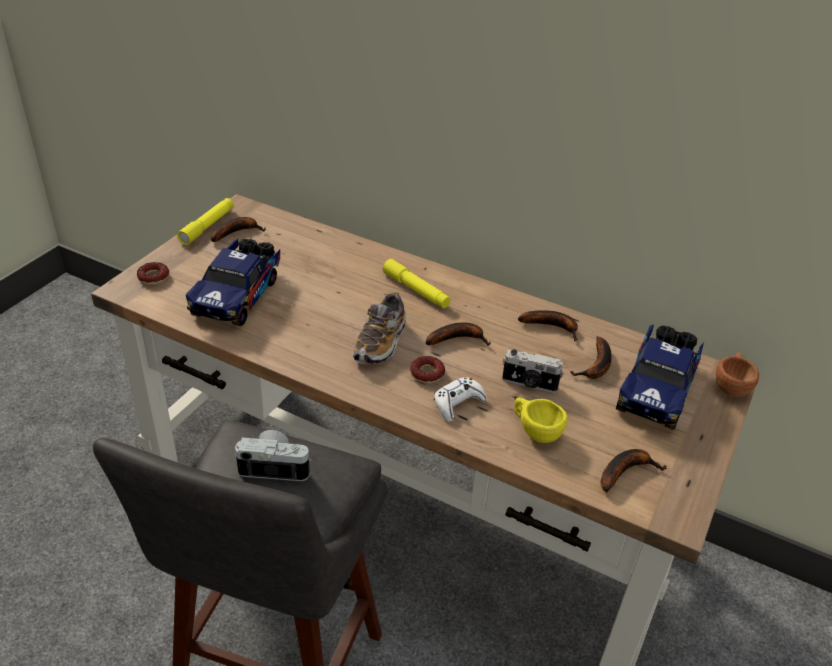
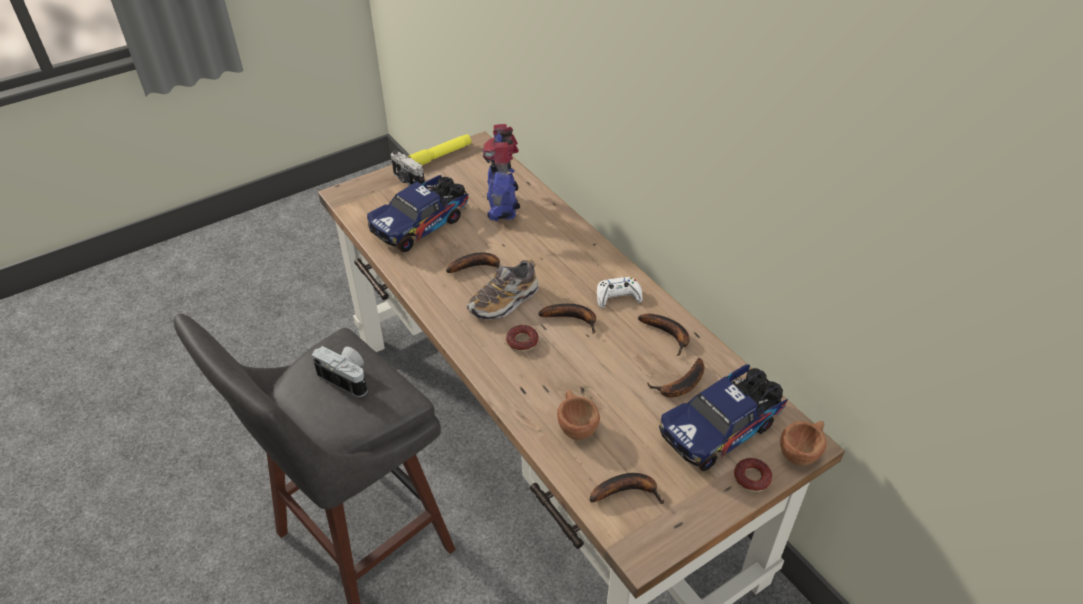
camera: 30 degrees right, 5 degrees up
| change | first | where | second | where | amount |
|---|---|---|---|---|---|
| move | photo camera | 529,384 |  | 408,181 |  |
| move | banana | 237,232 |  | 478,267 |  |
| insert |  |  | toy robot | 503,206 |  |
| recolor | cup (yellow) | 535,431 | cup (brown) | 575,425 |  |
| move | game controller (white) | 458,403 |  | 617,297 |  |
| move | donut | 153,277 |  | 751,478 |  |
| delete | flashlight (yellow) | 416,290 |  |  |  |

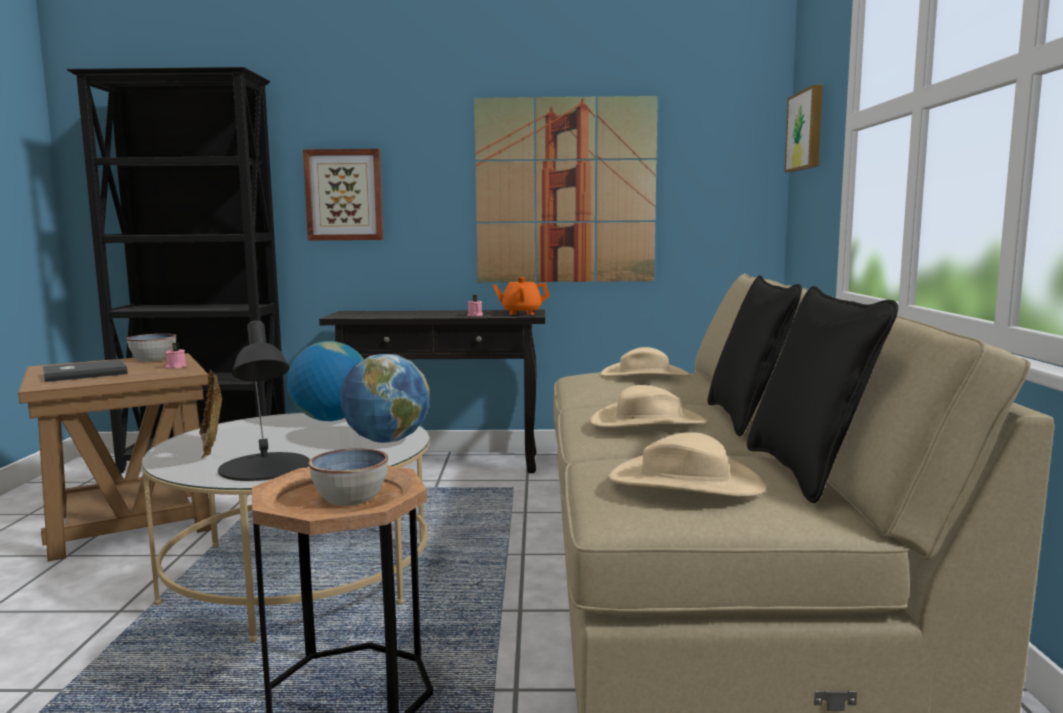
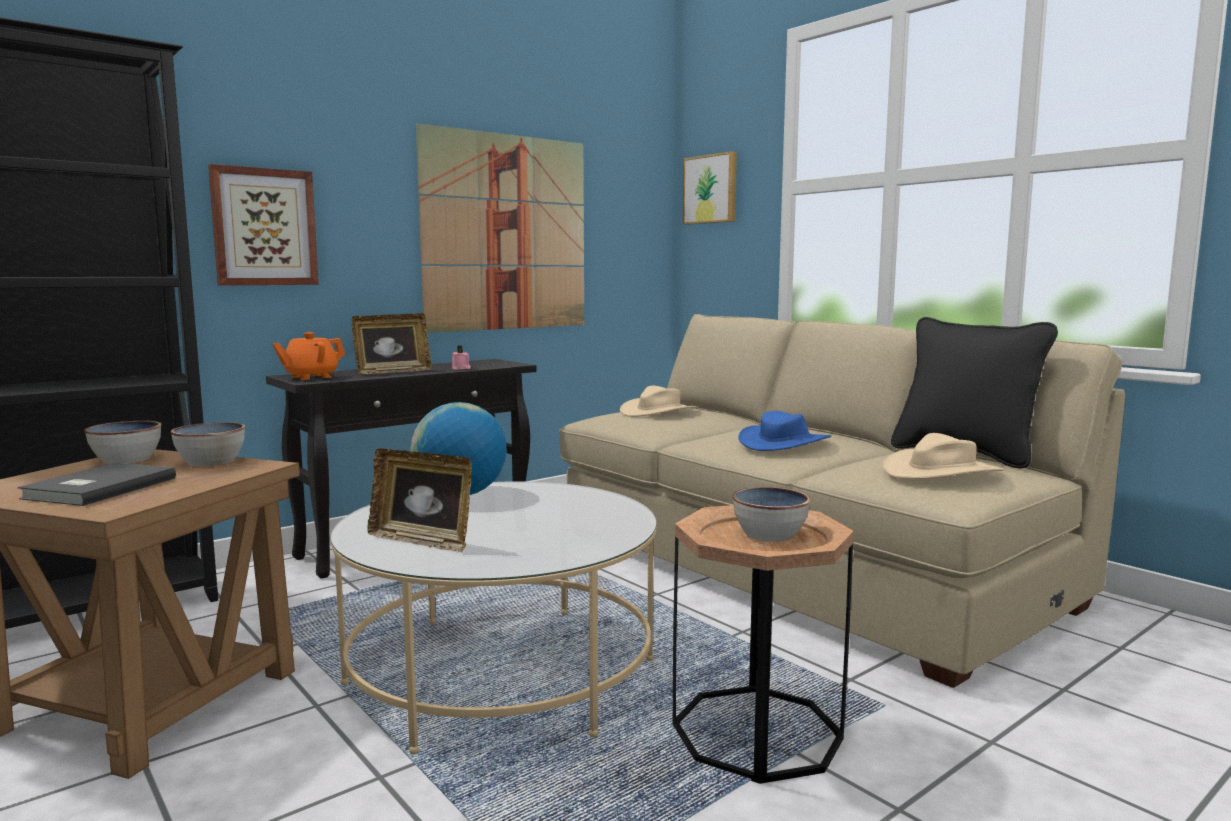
camera: 40 degrees left, 0 degrees up
| change | first | where | second | where | amount |
|---|---|---|---|---|---|
| replace | candle (pink) | 175,367 | bowl | 211,462 |  |
| move | teapot (orange) | 521,313 |  | 311,377 |  |
| insert |  |  | picture frame | 393,372 |  |
| recolor | hat (beige) | 648,422 | hat (blue) | 784,443 |  |
| delete | table lamp (black) | 264,467 |  |  |  |
| delete | globe | 386,441 |  |  |  |
| delete | pillow (black) | 747,419 |  |  |  |

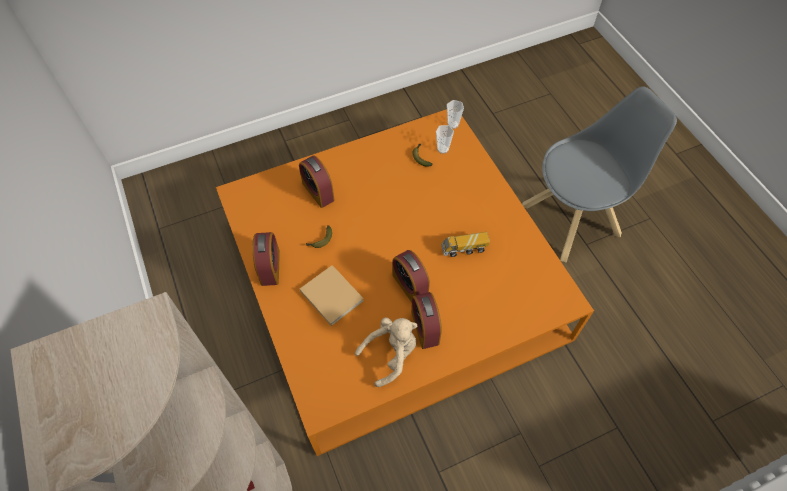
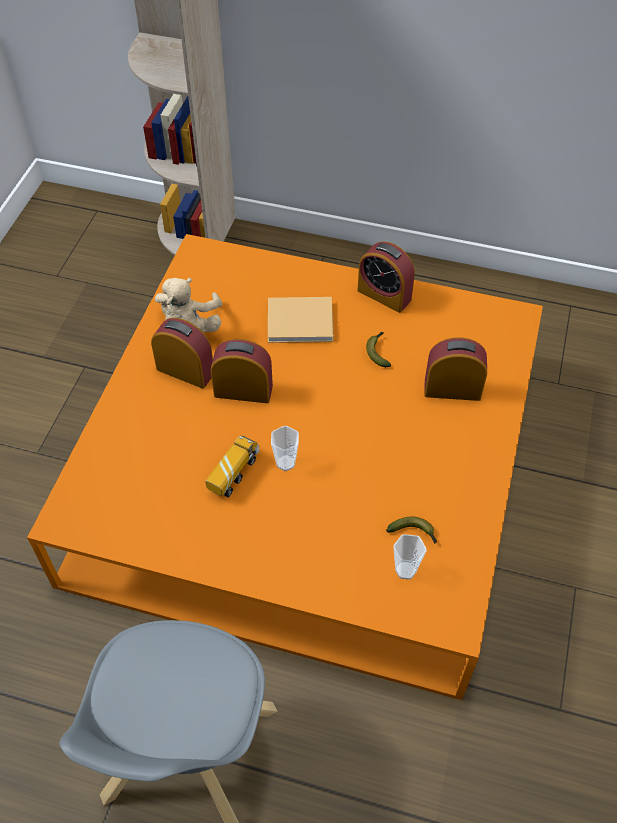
camera: 130 degrees right, 5 degrees down
| change | first | where | second | where | amount |
|---|---|---|---|---|---|
| move | cup | 453,124 |  | 285,463 |  |

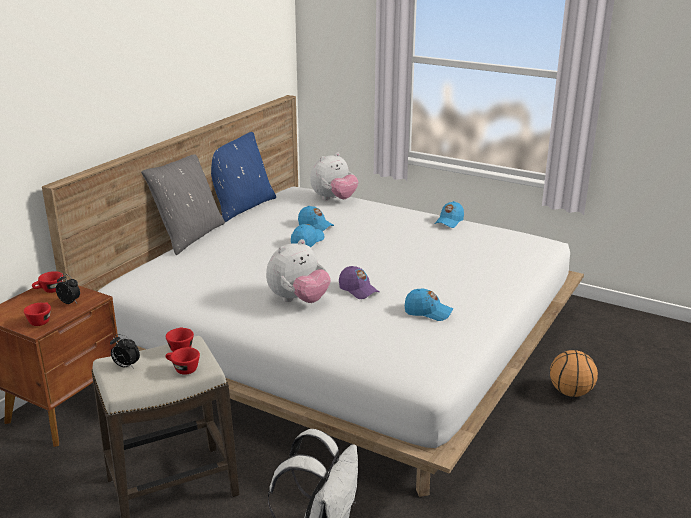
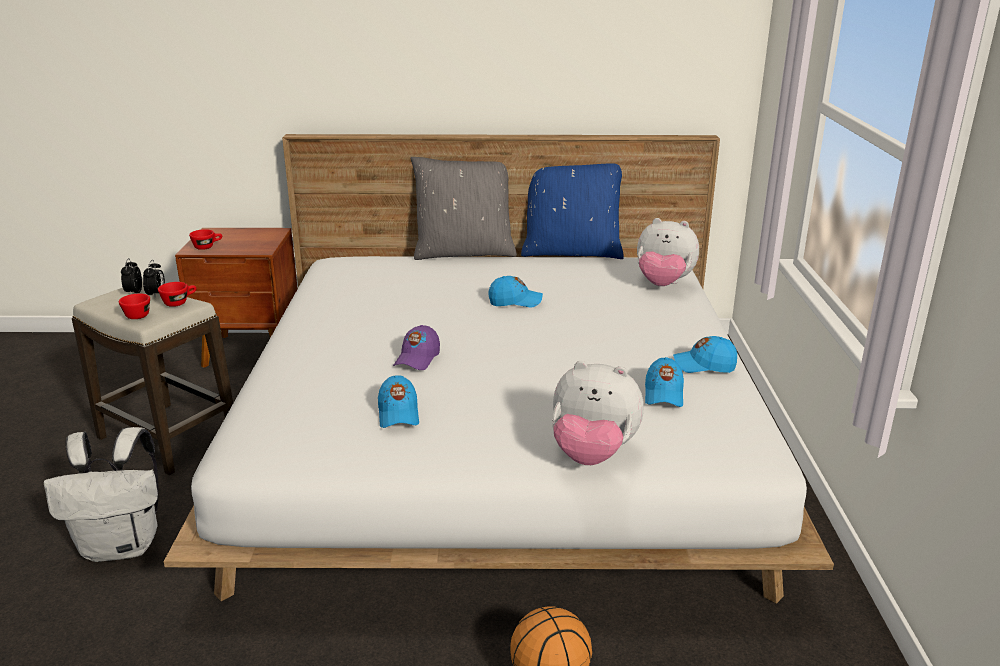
camera: 60 degrees right, 0 degrees up
| change | first | where | second | where | amount |
|---|---|---|---|---|---|
| move | alarm clock | 70,302 |  | 156,294 |  |
| move | plush toy | 298,300 |  | 592,454 |  |
| move | cap (blue) | 315,226 |  | 663,394 |  |
| delete | cup (red) | 49,291 |  |  |  |

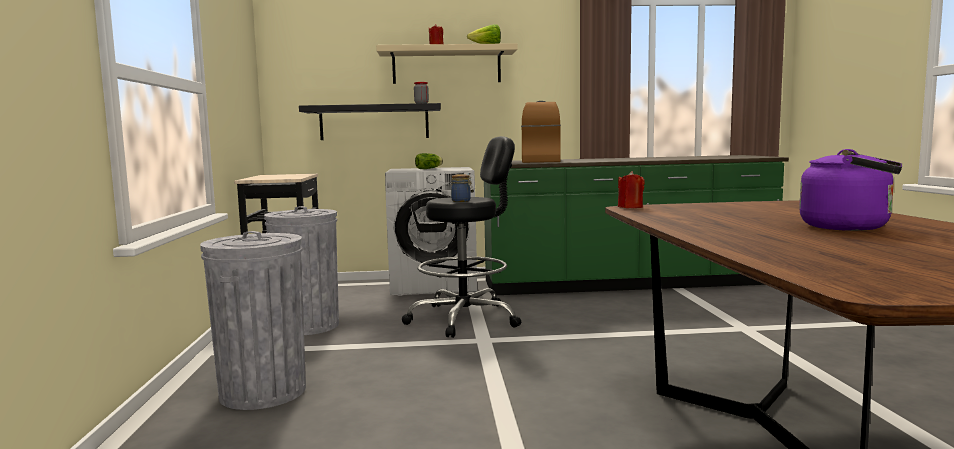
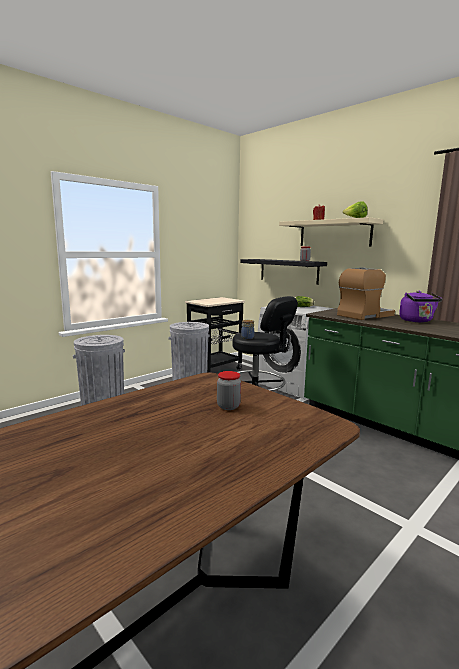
camera: 50 degrees right, 5 degrees up
| change | first | where | second | where | amount |
|---|---|---|---|---|---|
| insert |  |  | jar | 228,406 |  |
| move | kettle (purple) | 850,227 |  | 417,321 |  |
| delete | candle (red) | 630,207 |  |  |  |

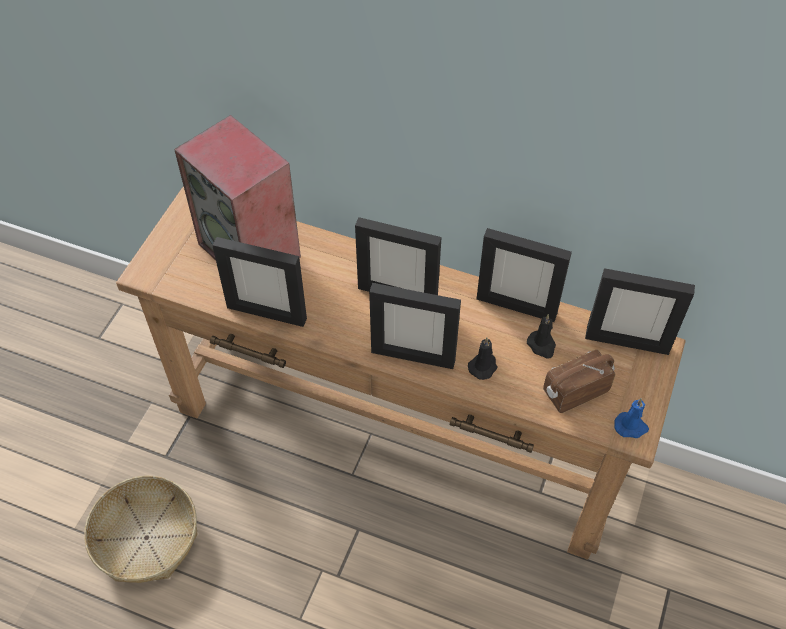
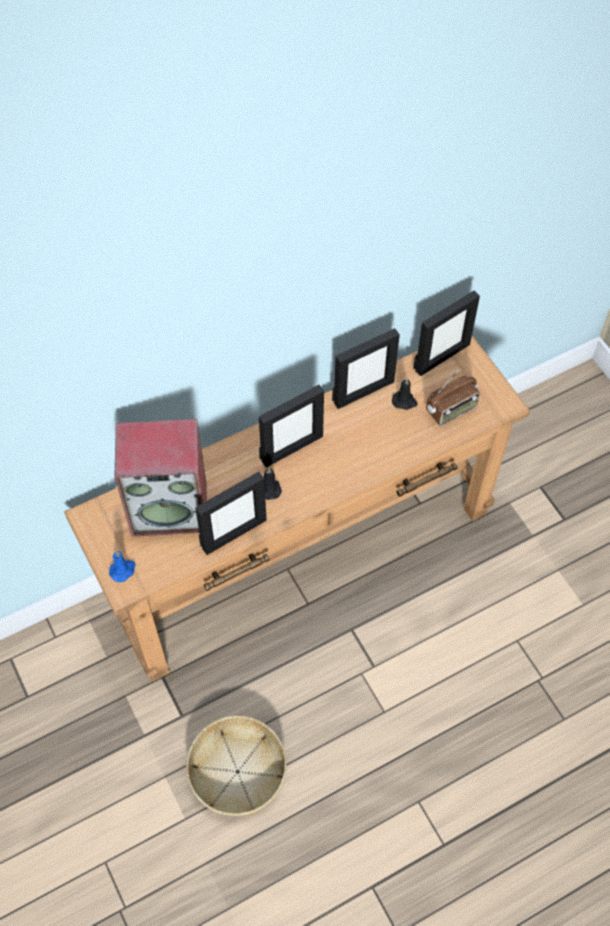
camera: 50 degrees left, 5 degrees up
| change | first | where | second | where | amount |
|---|---|---|---|---|---|
| move | candle (blue) | 631,426 |  | 123,570 |  |
| move | candle (black) | 483,366 |  | 269,488 |  |
| rotate | radio | 575,391 |  | 451,410 | 135 degrees counterclockwise |
| delete | picture frame | 413,355 |  |  |  |

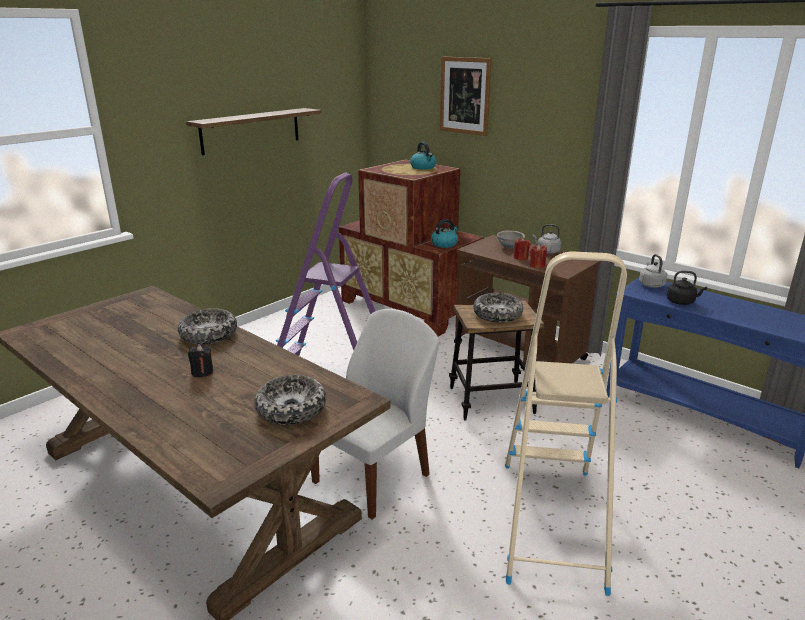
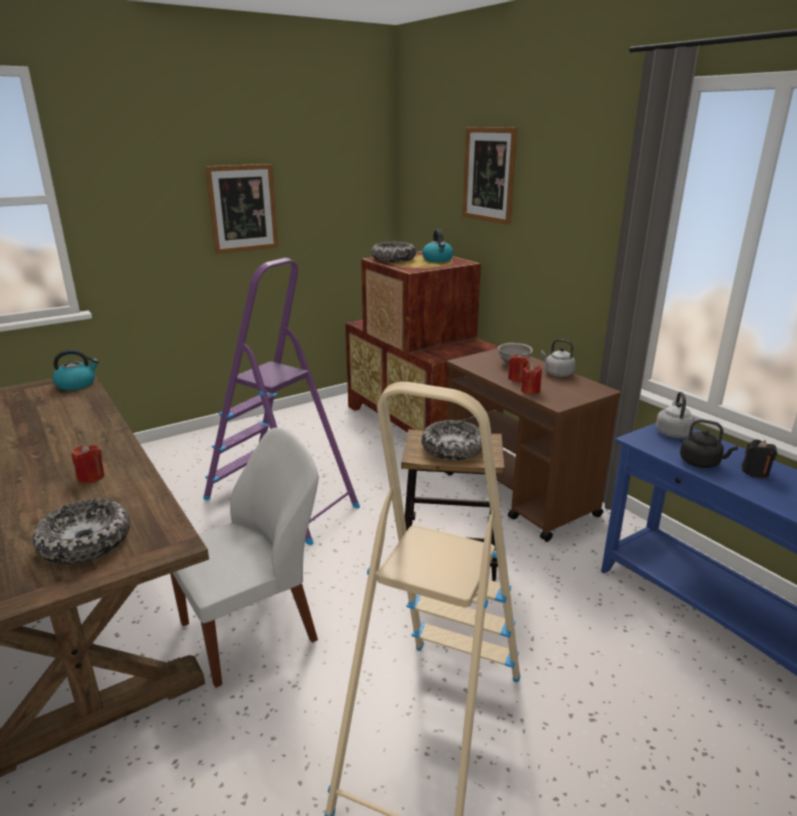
camera: 15 degrees right, 0 degrees up
| change | first | where | second | where | amount |
|---|---|---|---|---|---|
| move | kettle | 444,244 |  | 77,384 |  |
| insert |  |  | candle (red) | 91,477 |  |
| replace | shelf | 251,130 | picture | 243,208 |  |
| move | bowl | 209,334 |  | 393,259 |  |
| move | candle (black) | 202,372 |  | 755,472 |  |

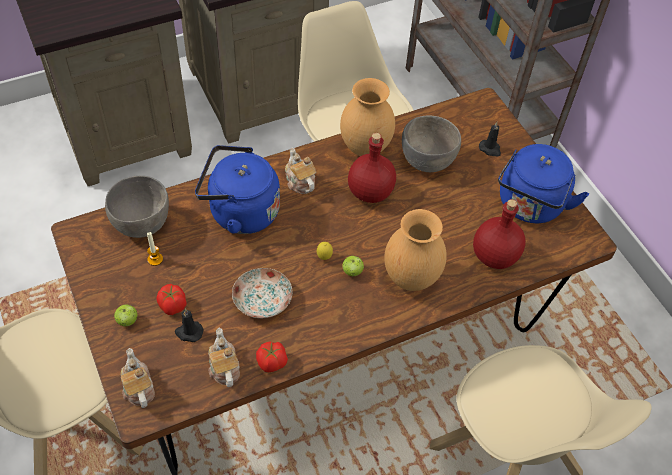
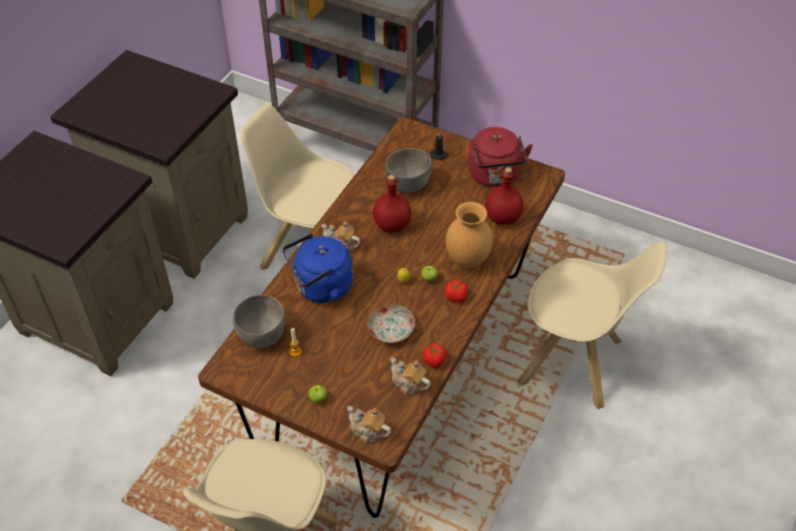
camera: 35 degrees left, 5 degrees down
| change | first | where | second | where | amount |
|---|---|---|---|---|---|
| move | tomato | 172,306 |  | 456,297 |  |
| recolor | kettle (blue) | 529,206 | kettle (red) | 494,176 |  |
| delete | candle (black) | 188,332 |  |  |  |
| delete | vase (brown) | 366,149 |  |  |  |

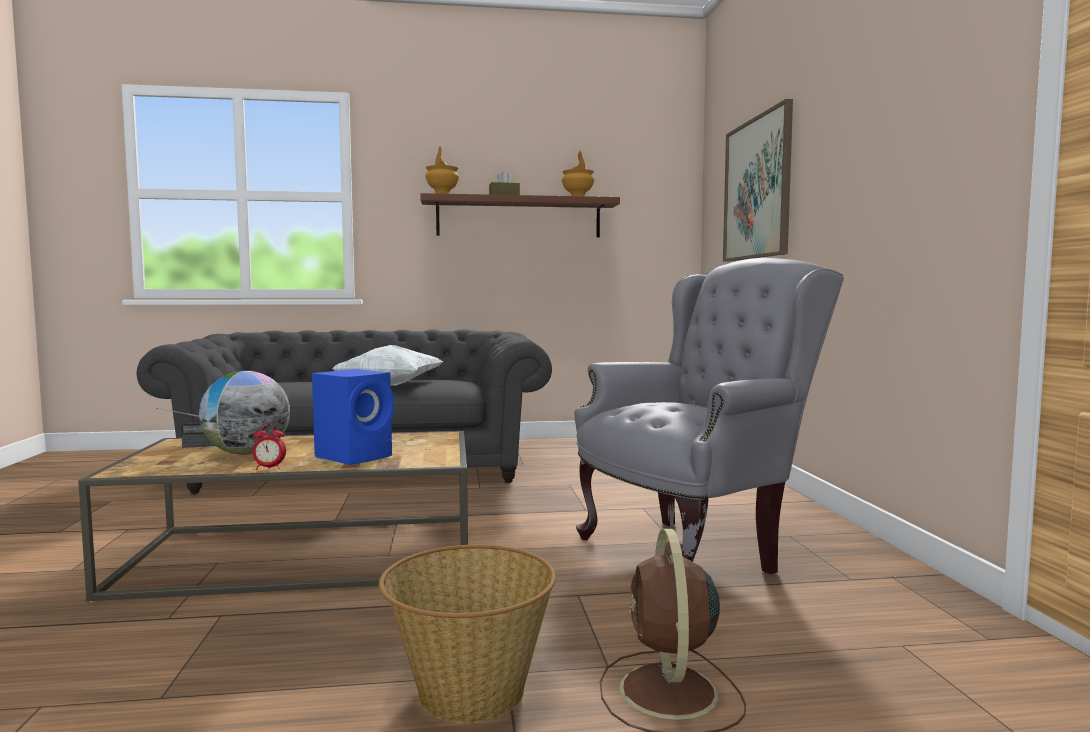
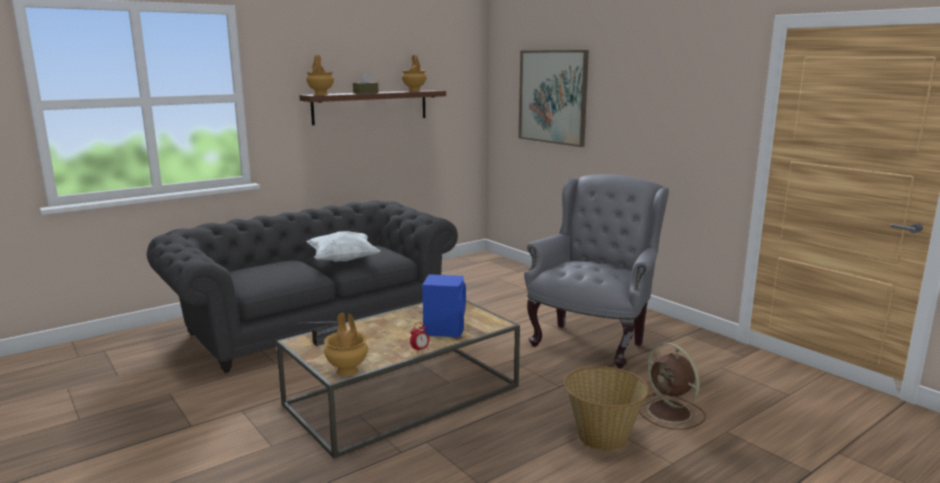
camera: 30 degrees left, 10 degrees up
| change | first | where | second | where | amount |
|---|---|---|---|---|---|
| insert |  |  | vase (brown) | 348,371 |  |
| delete | globe | 247,453 |  |  |  |

